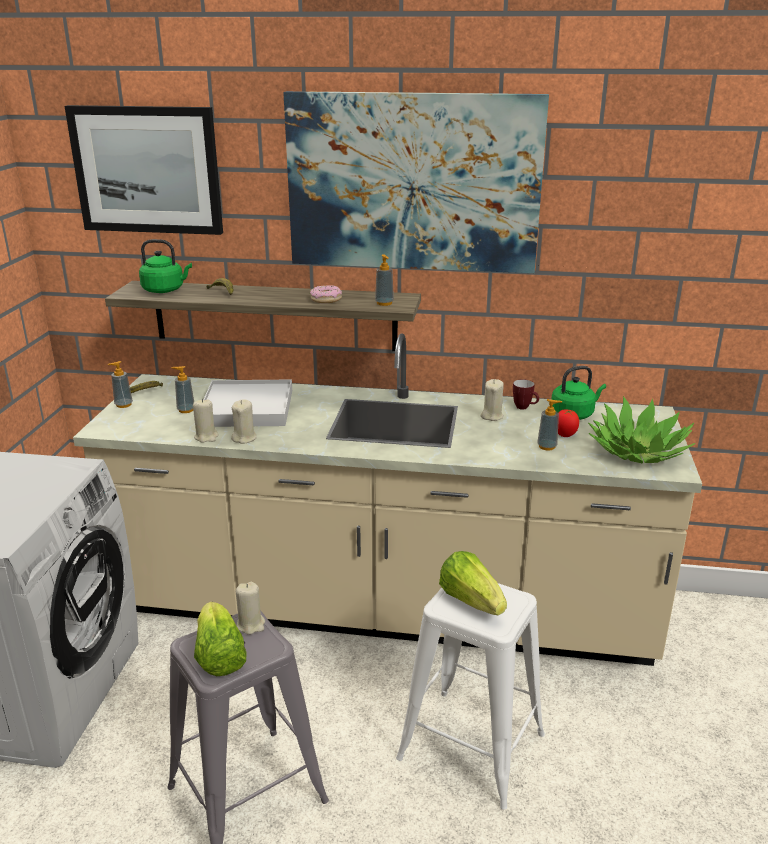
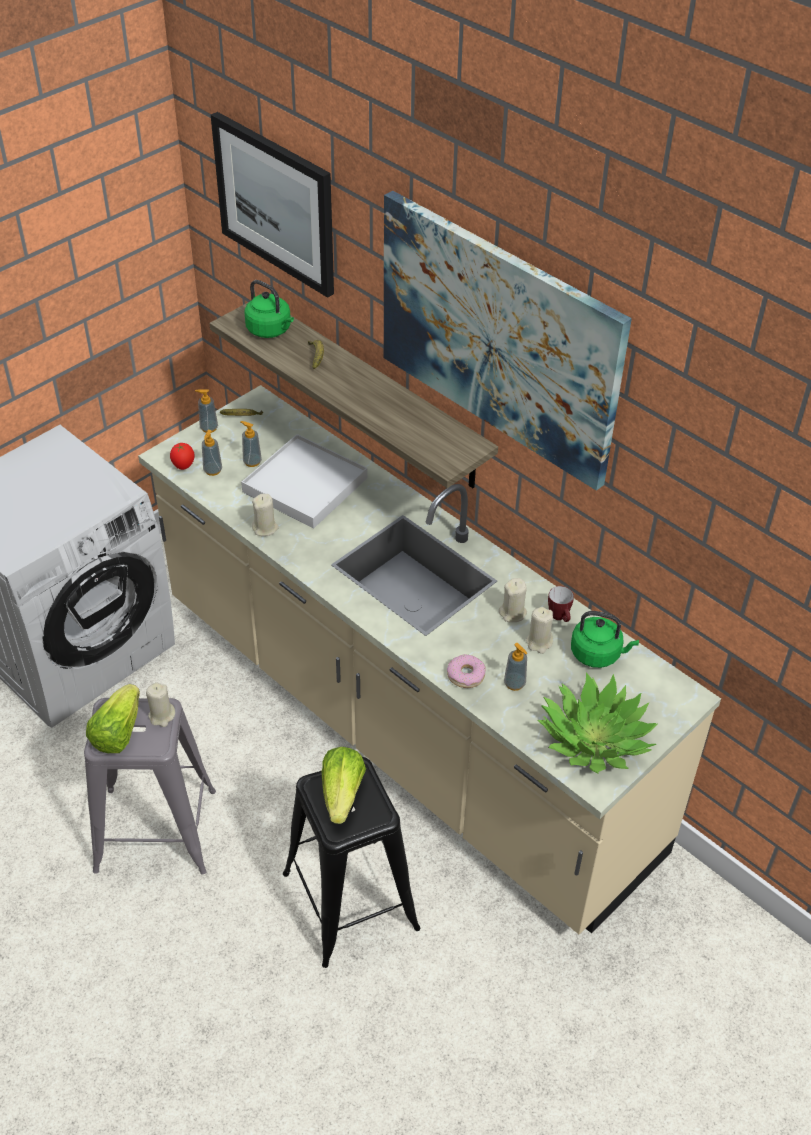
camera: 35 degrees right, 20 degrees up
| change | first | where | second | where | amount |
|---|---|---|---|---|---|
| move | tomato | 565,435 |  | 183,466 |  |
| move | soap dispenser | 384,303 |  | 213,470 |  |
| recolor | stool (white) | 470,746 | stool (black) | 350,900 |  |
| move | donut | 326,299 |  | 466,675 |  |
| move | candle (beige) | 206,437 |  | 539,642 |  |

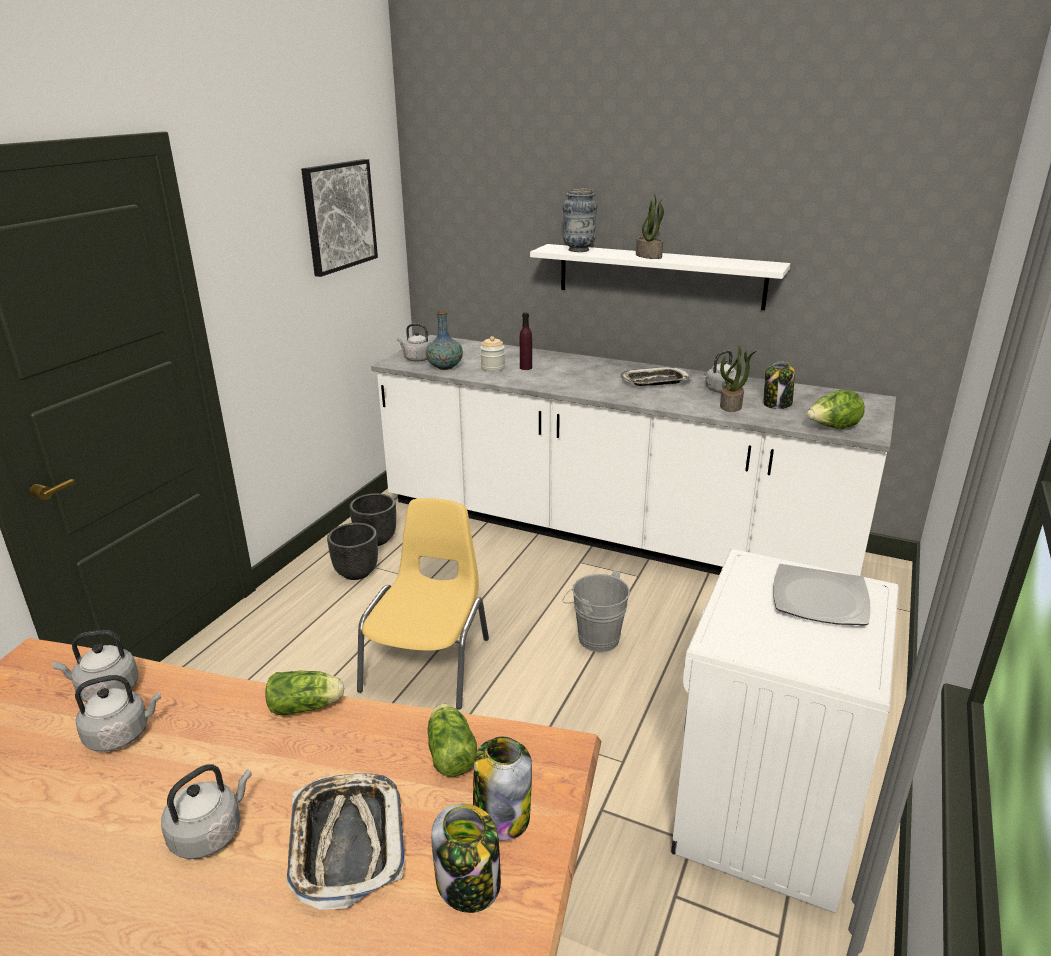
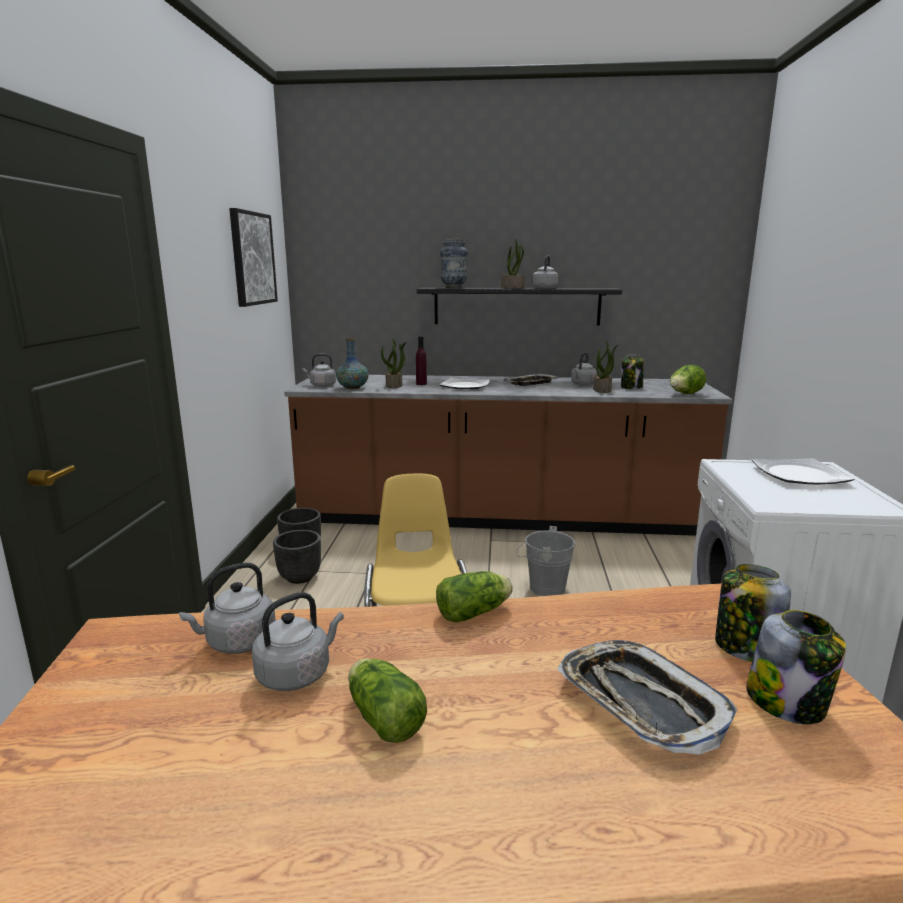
camera: 20 degrees left, 10 degrees down
| change | first | where | second | where | amount |
|---|---|---|---|---|---|
| recolor | counter (white) | 611,532 | counter (brown) | 499,517 |  |
| move | lettuce | 450,751 |  | 383,716 |  |
| replace | jar | 493,368 | potted plant | 394,386 |  |
| recolor | shelf (white) | 660,276 | shelf (black) | 516,306 |  |
| insert |  |  | plate | 465,386 |  |
| move | kettle (grey) | 210,833 |  | 545,288 |  |

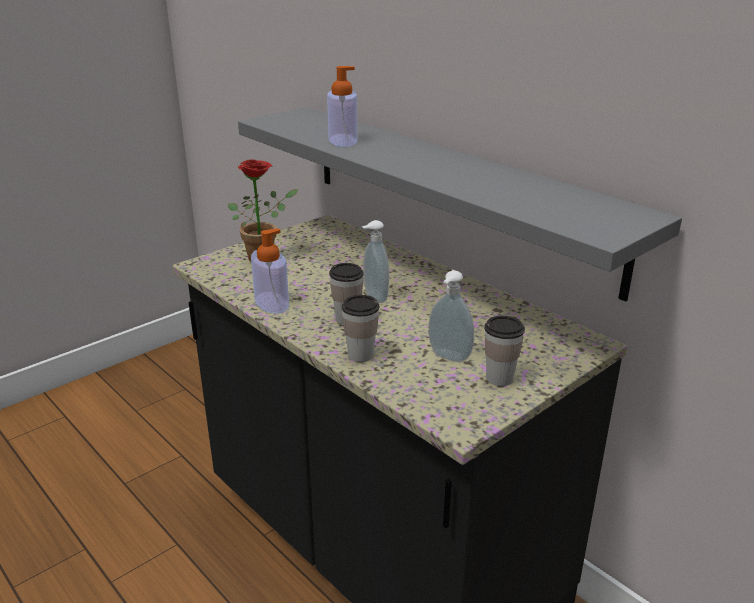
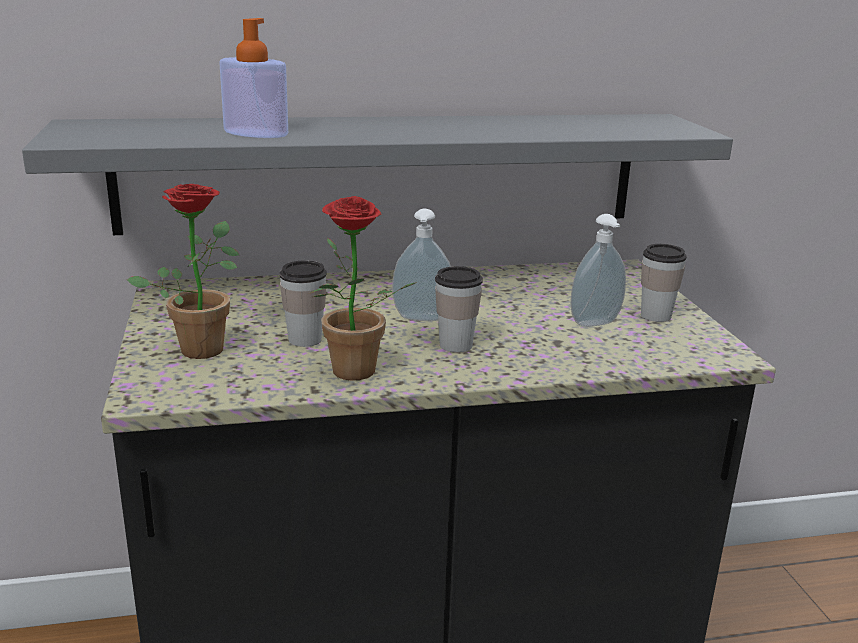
camera: 60 degrees left, 5 degrees down
| change | first | where | second | where | amount |
|---|---|---|---|---|---|
| move | cup | 361,355 |  | 305,339 |  |
| replace | soap dispenser | 272,303 | potted plant | 353,375 |  |

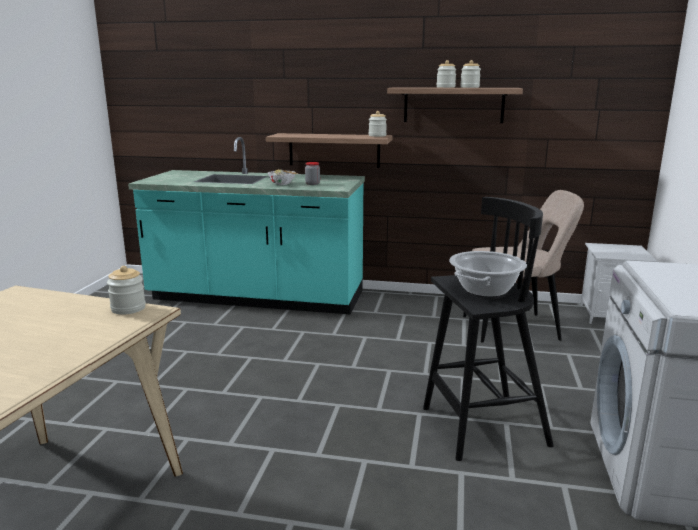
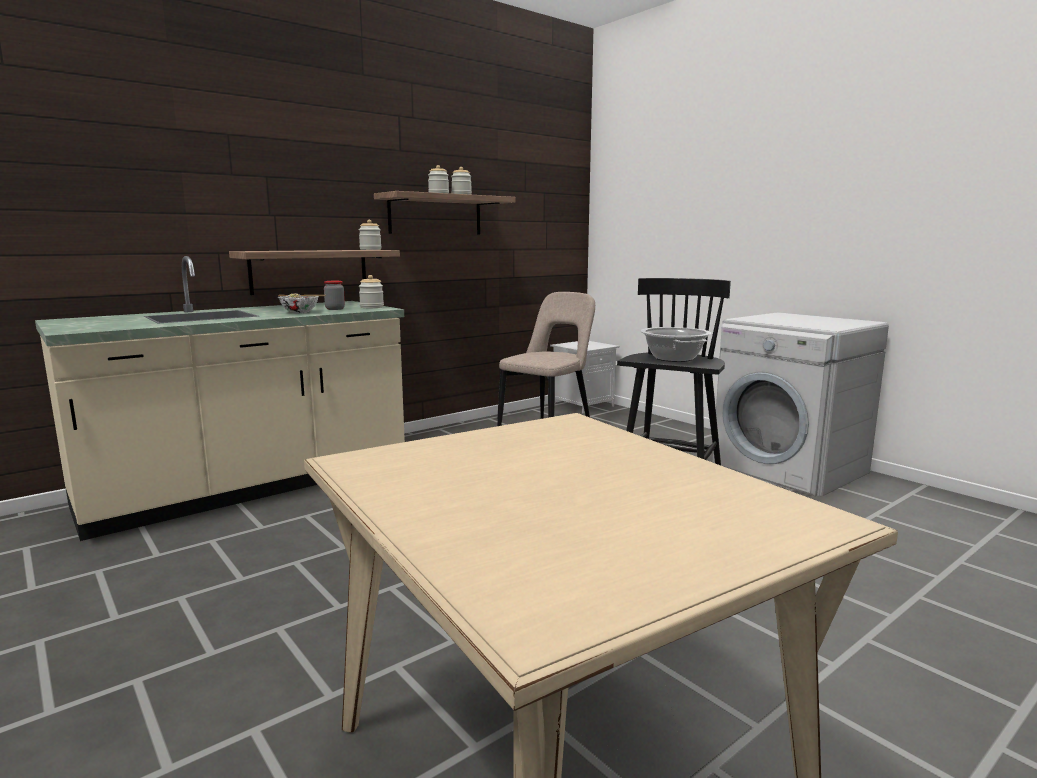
camera: 50 degrees left, 5 degrees down
| change | first | where | second | where | amount |
|---|---|---|---|---|---|
| recolor | counter (turquoise) | 257,297 | counter (beige) | 249,487 |  |
| move | jar | 128,308 |  | 372,307 |  |

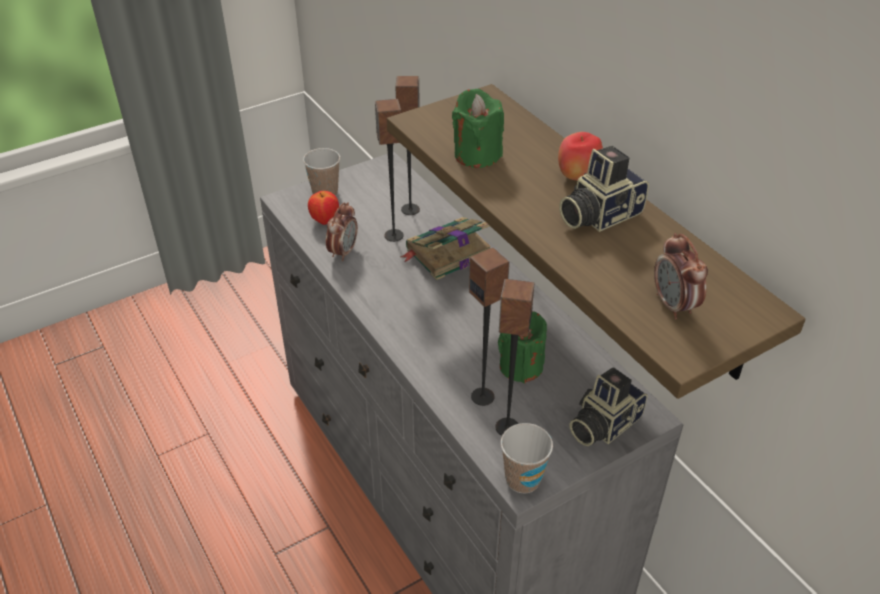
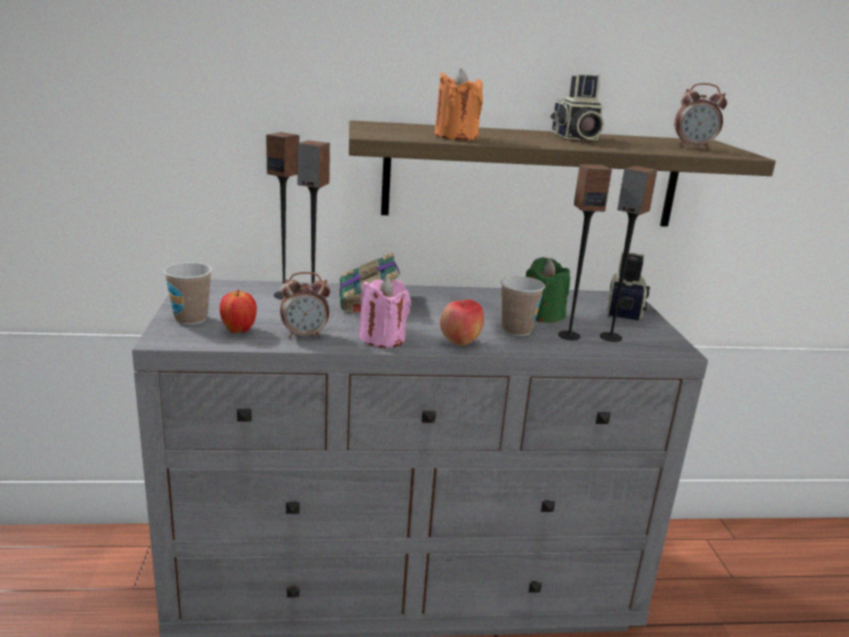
camera: 65 degrees left, 20 degrees down
| change | first | where | second | where | amount |
|---|---|---|---|---|---|
| rotate | alarm clock | 343,252 |  | 305,335 | 120 degrees clockwise |
| insert |  |  | candle (pink) | 382,338 |  |
| recolor | candle (green) | 477,155 | candle (orange) | 456,137 |  |
| move | apple | 577,177 |  | 460,343 |  |
| move | cup | 523,479 |  | 516,330 |  |
| rotate | photo camera | 602,424 |  | 625,310 | 150 degrees counterclockwise |

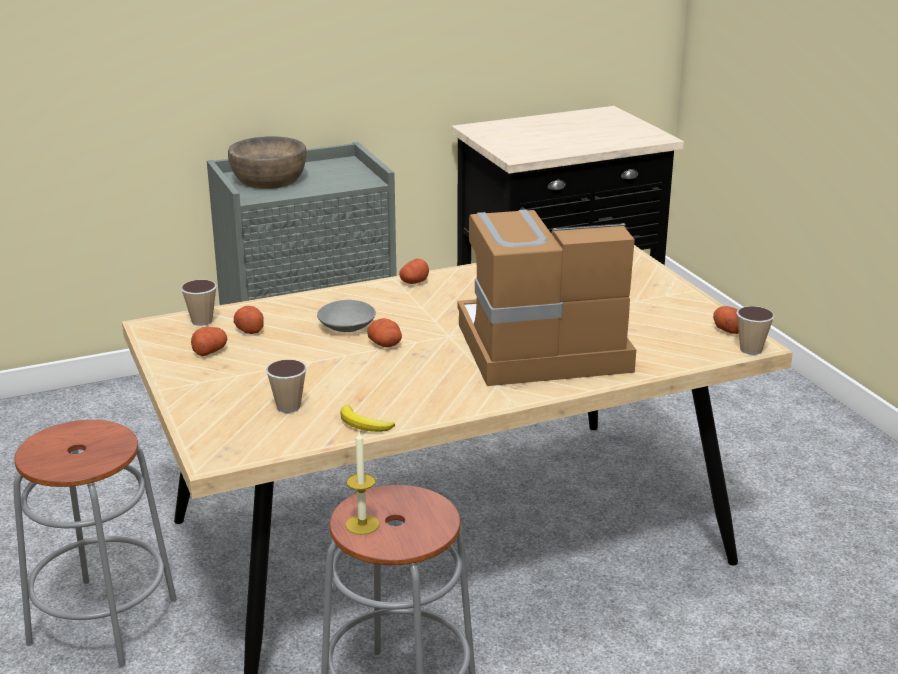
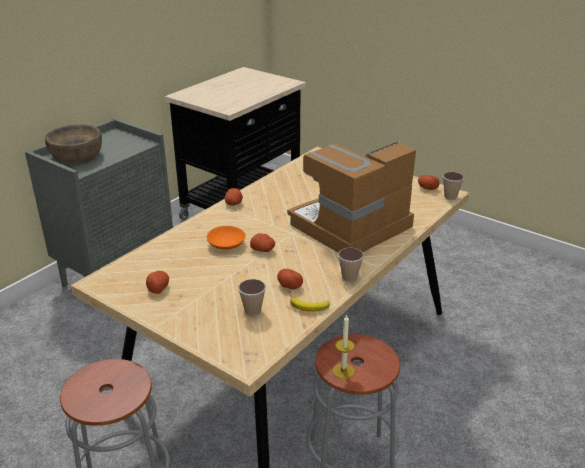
camera: 30 degrees left, 5 degrees up
| change | first | where | second | where | amount |
|---|---|---|---|---|---|
| recolor | bowl (grey) | 347,326 | bowl (orange) | 226,244 |  |
| move | potato | 249,329 |  | 289,285 |  |
| move | cup | 202,321 |  | 349,277 |  |

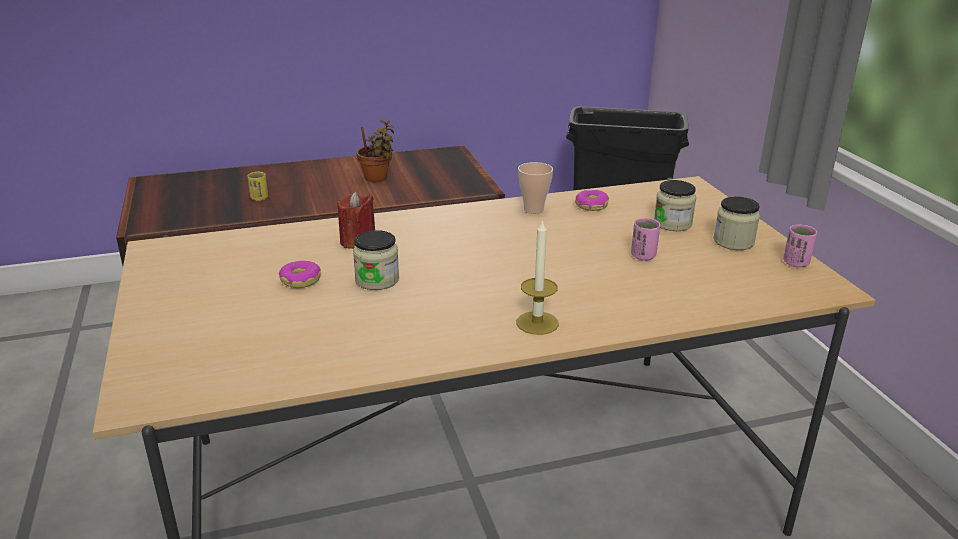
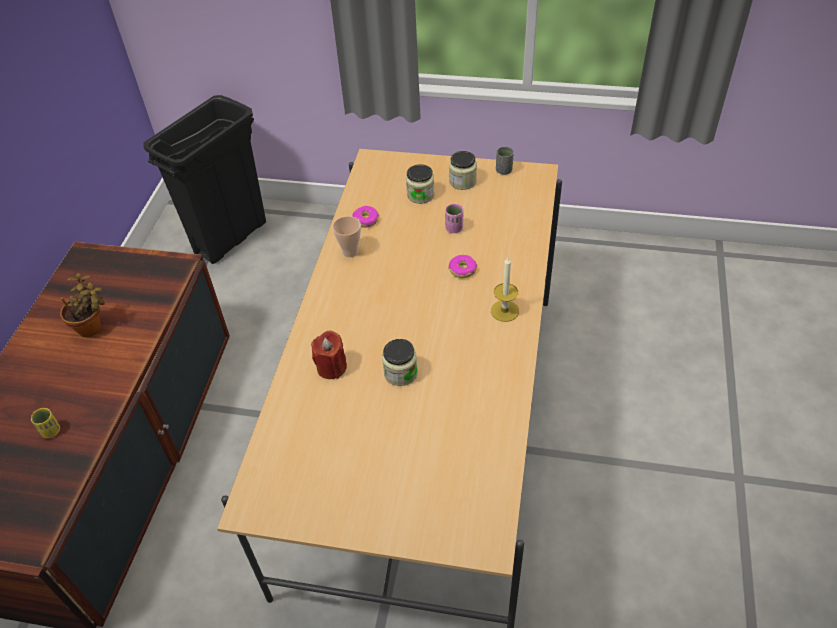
camera: 60 degrees left, 20 degrees up
| change | first | where | second | where | amount |
|---|---|---|---|---|---|
| move | donut | 301,280 |  | 462,270 |  |
| recolor | cup (pink) | 796,263 | cup (grey) | 504,171 |  |

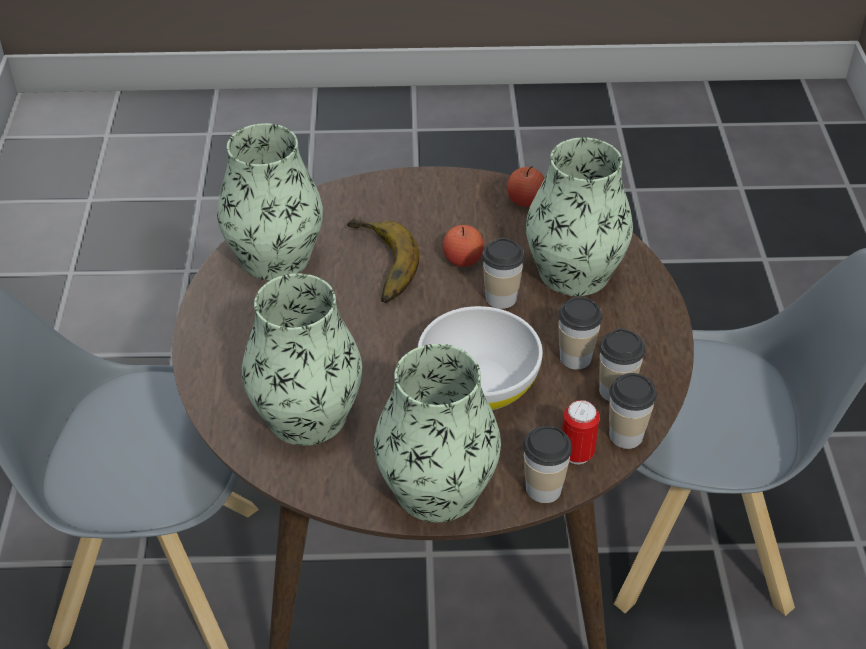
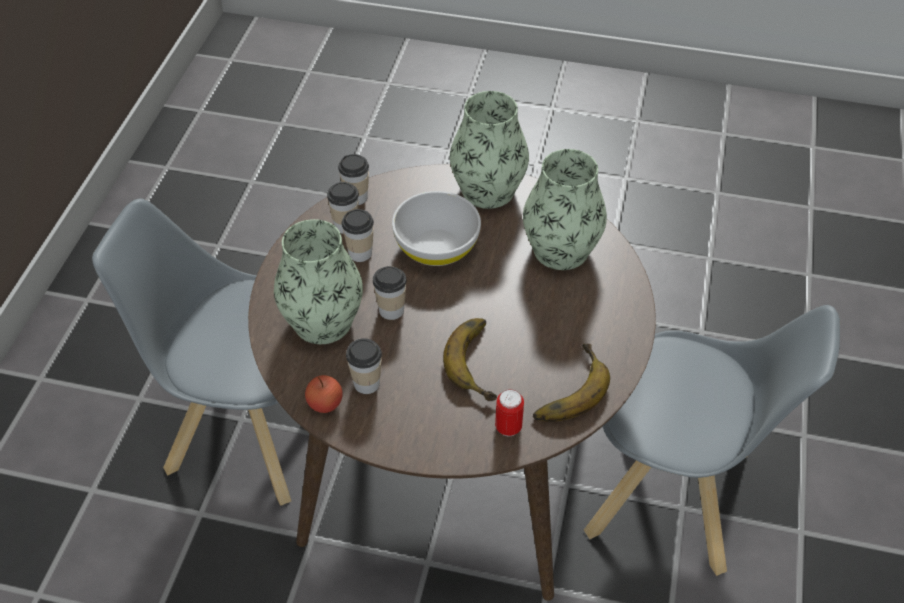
camera: 165 degrees left, 5 degrees up
| change | first | where | second | where | amount |
|---|---|---|---|---|---|
| move | cup | 543,489 |  | 366,383 |  |
| move | can | 576,454 |  | 508,427 |  |
| replace | vase | 275,257 | banana | 565,388 |  |
| delete | apple | 462,260 |  |  |  |

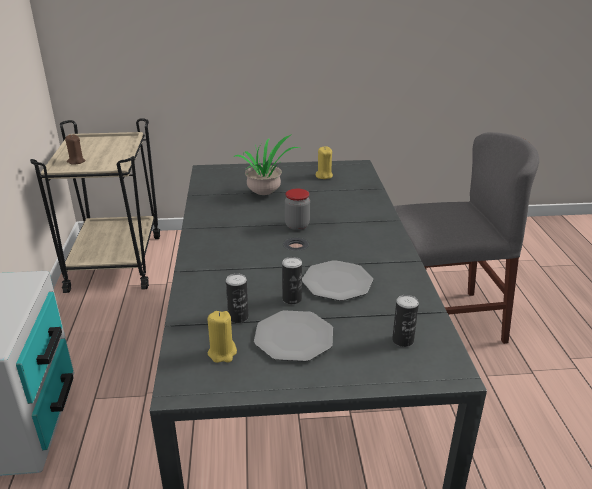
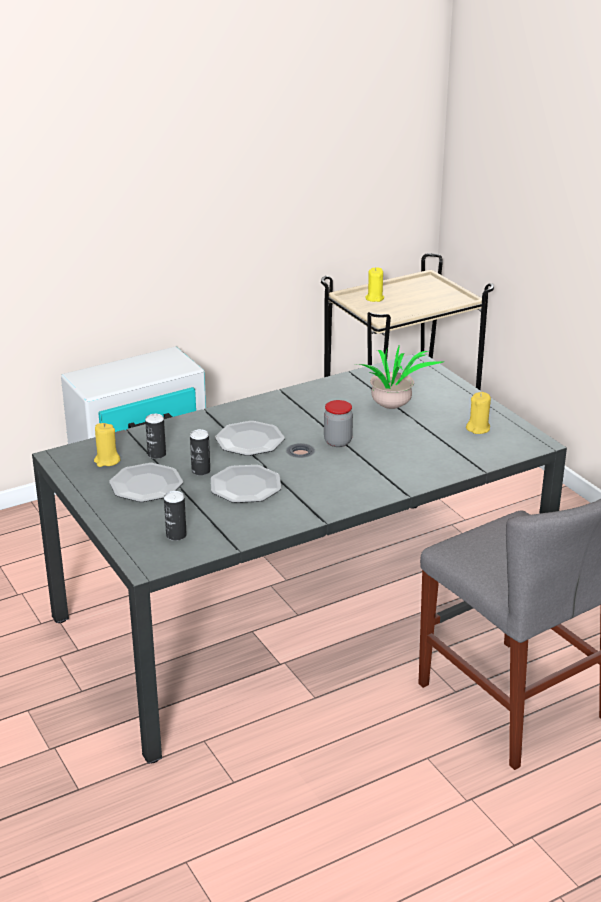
camera: 65 degrees right, 0 degrees up
| change | first | where | second | where | amount |
|---|---|---|---|---|---|
| insert |  |  | plate | 249,440 |  |
| recolor | candle (brown) | 76,161 | candle (yellow) | 374,298 |  |

